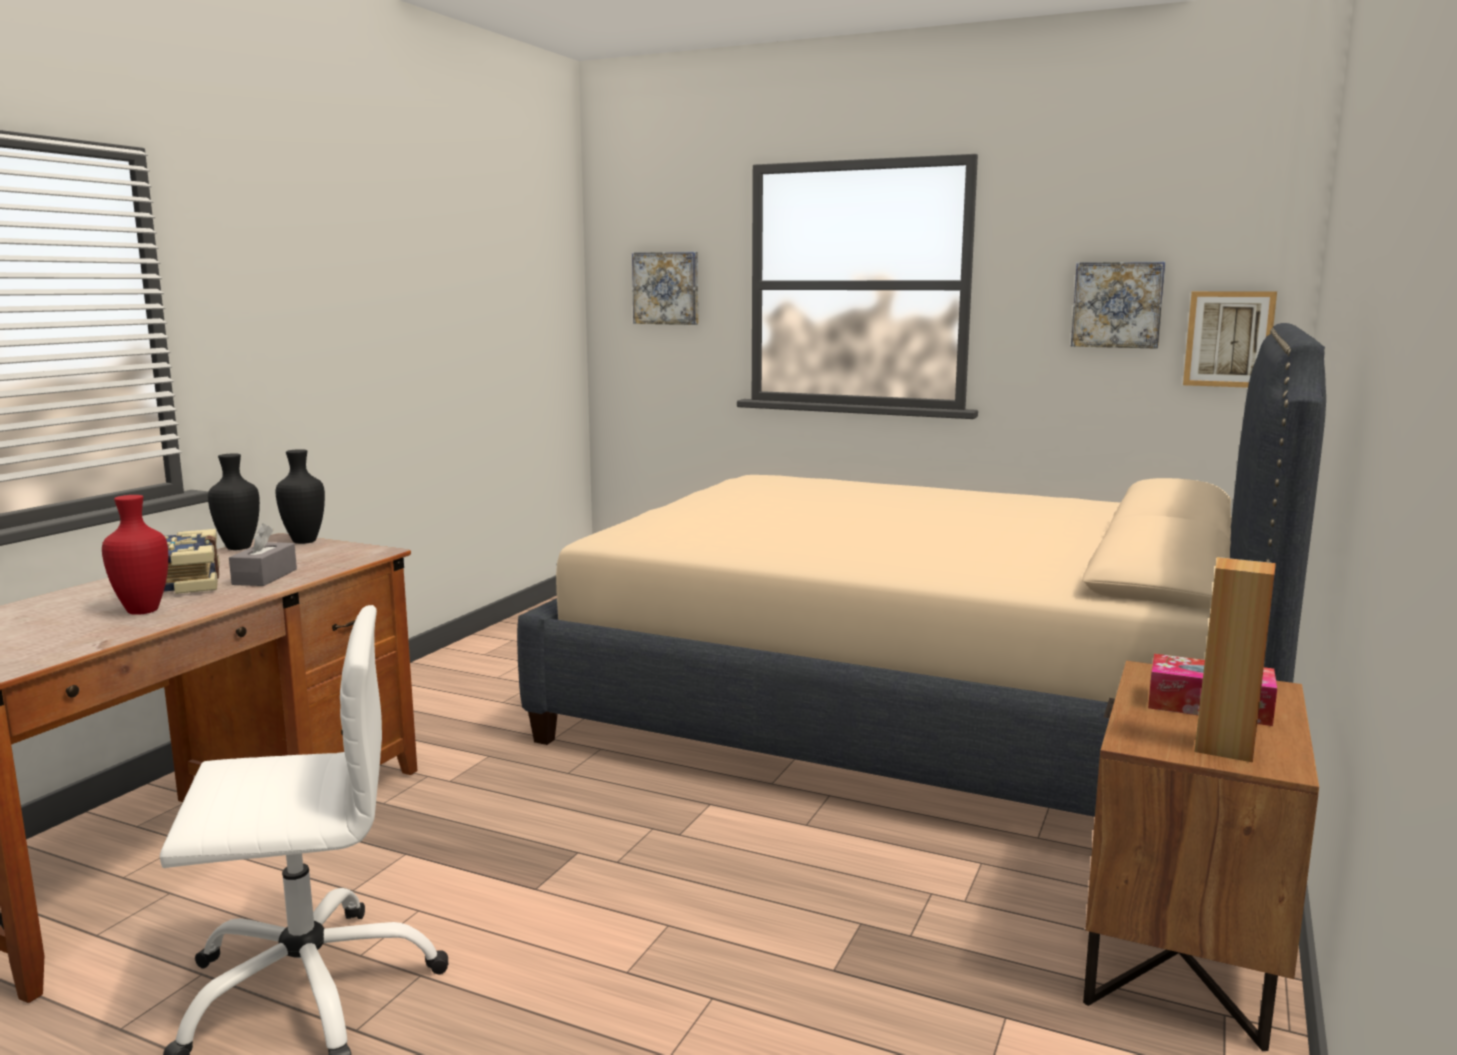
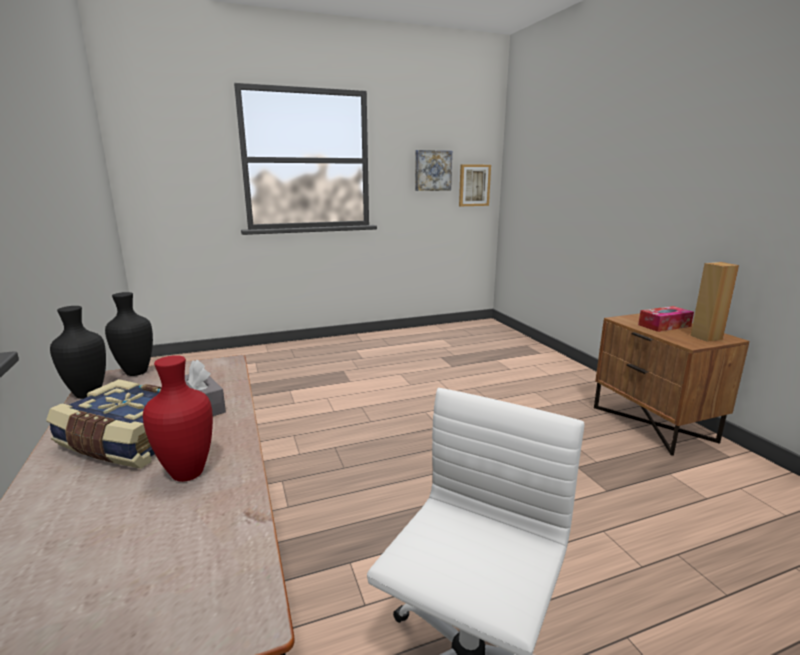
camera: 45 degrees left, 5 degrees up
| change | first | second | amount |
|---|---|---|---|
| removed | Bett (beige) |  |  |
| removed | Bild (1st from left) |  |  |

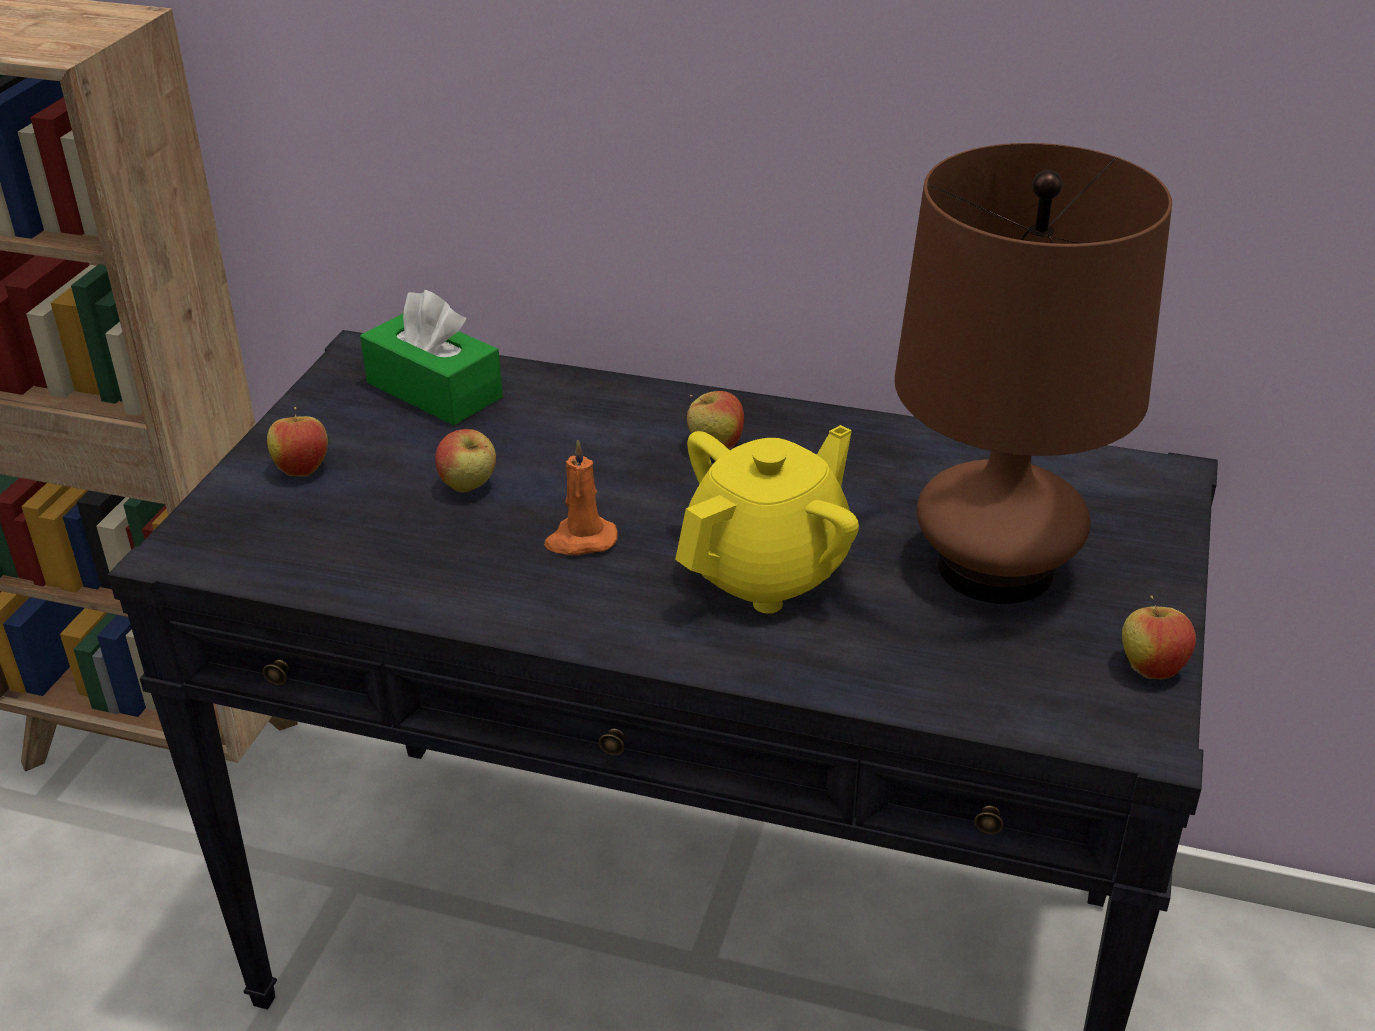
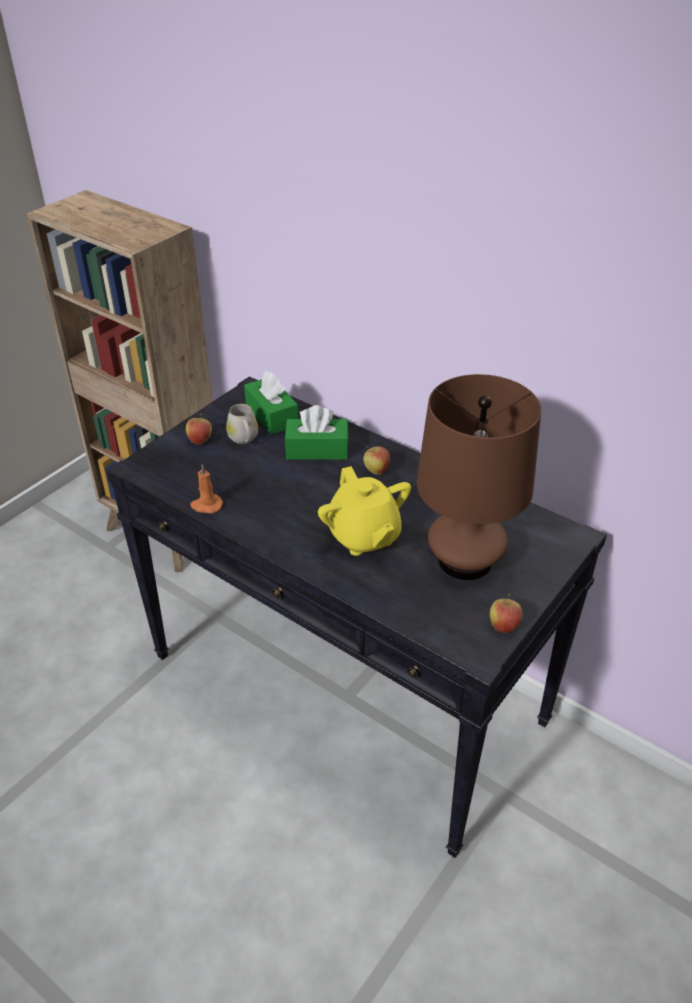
camera: 20 degrees right, 5 degrees up
| change | first | second | amount |
|---|---|---|---|
| removed | Apfel (2nd from left) |  |  |
| moved | Kerze (orange) |  |  |
| turned | Teekanne (gelb) |  | 90 degrees clockwise |
| added |  | Henkelbecher (weiß) |  |
| added |  | Taschentuchbox (grün) (2nd from left) |  |

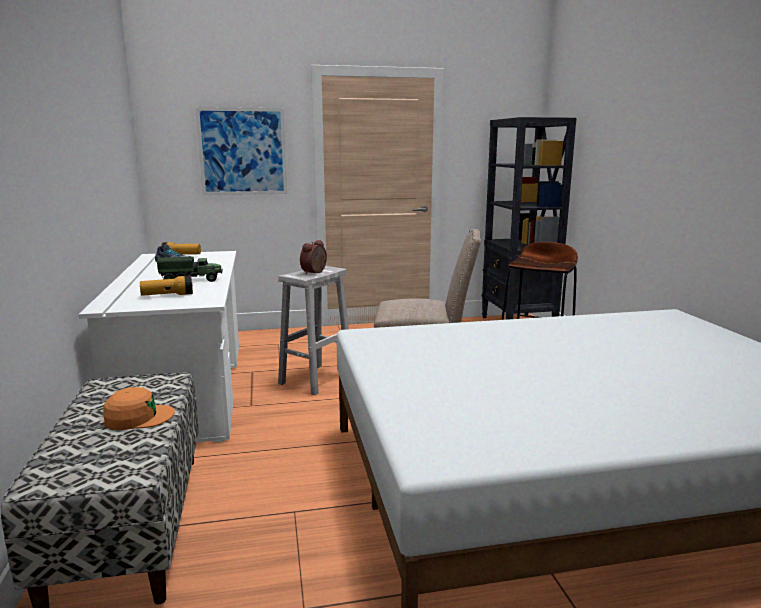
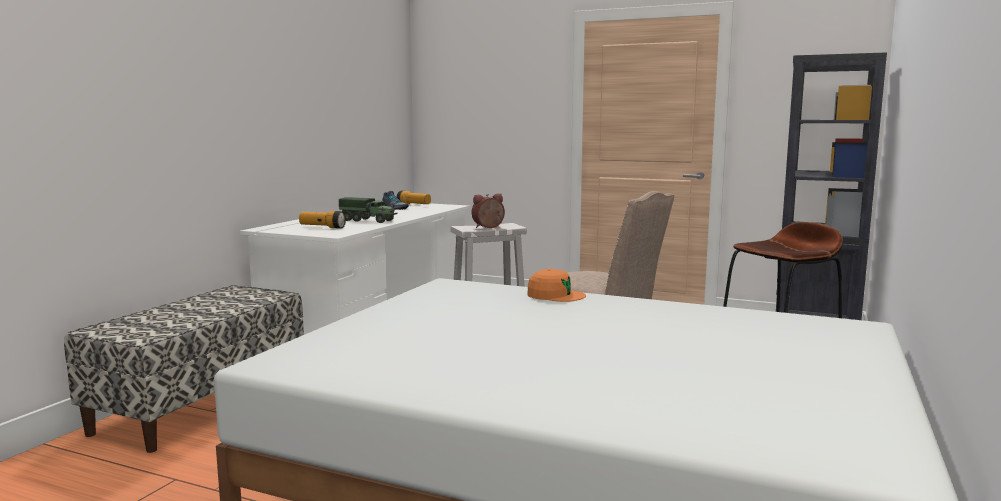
camera: 35 degrees right, 5 degrees down
| change | first | second | amount |
|---|---|---|---|
| moved | Kappe (orange) |  |  |
| removed | Bild |  |  |

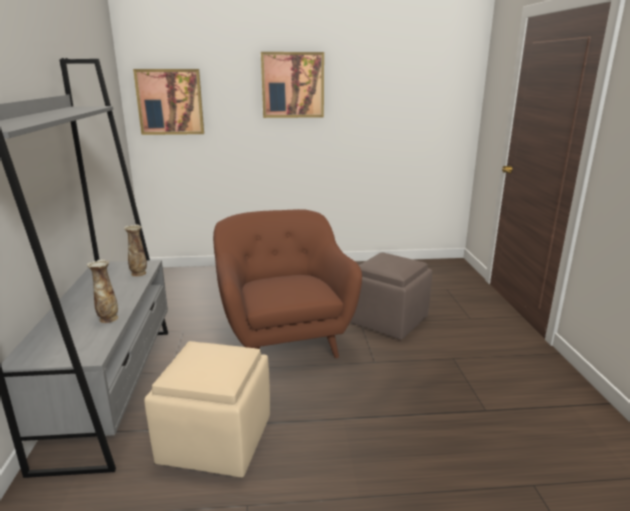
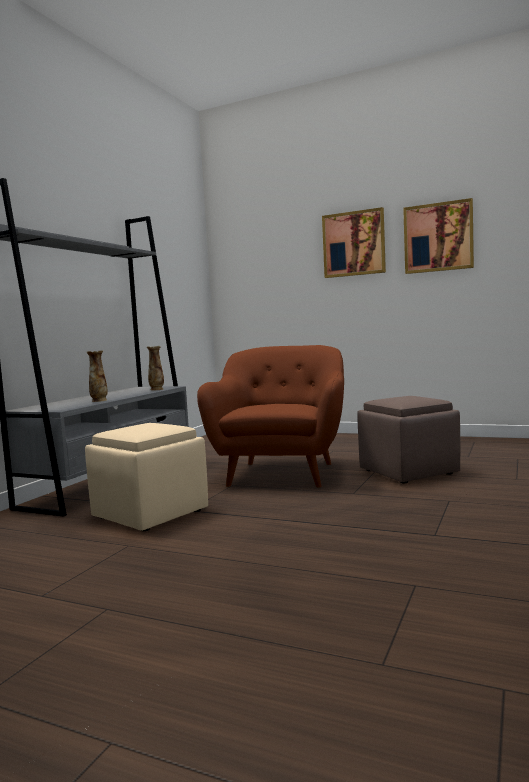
camera: 30 degrees right, 15 degrees down
| change | first | second | amount |
|---|---|---|---|
| moved | Bild (1st from left in the first image) | Bild (2nd from left) |  |

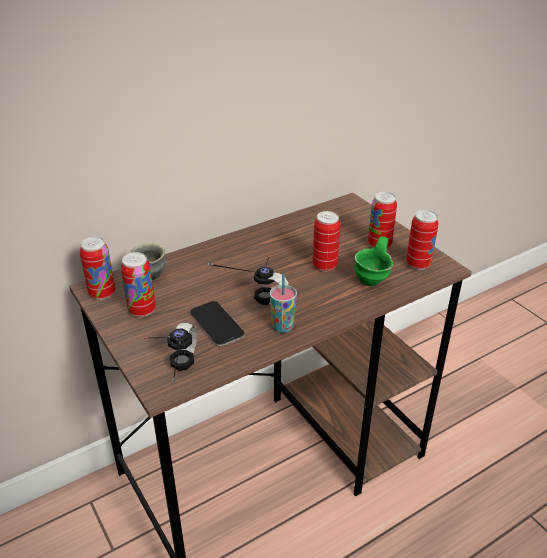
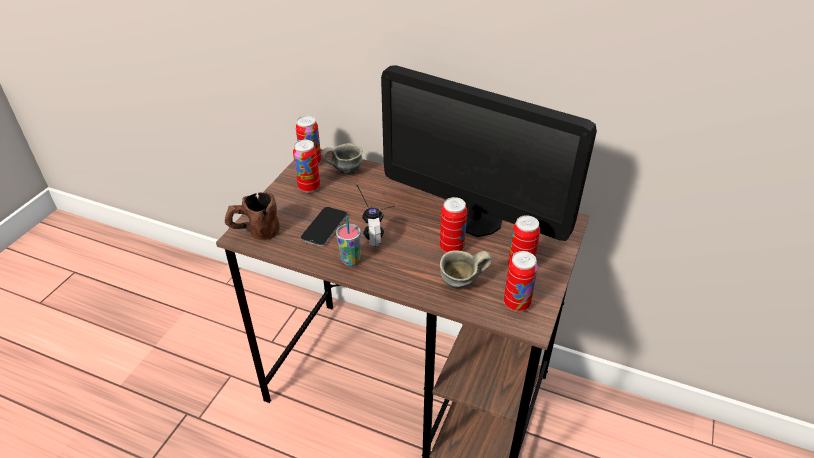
camera: 55 degrees right, 5 degrees up
| change | first | second | amount |
|---|---|---|---|
| replaced | Kopfhörer (1st from left) | Henkelbecher (braun) |  |
| recoloured | Henkelbecher (grün) | Henkelbecher (grau) (2nd from left) |  |
| added |  | Monitor |  |

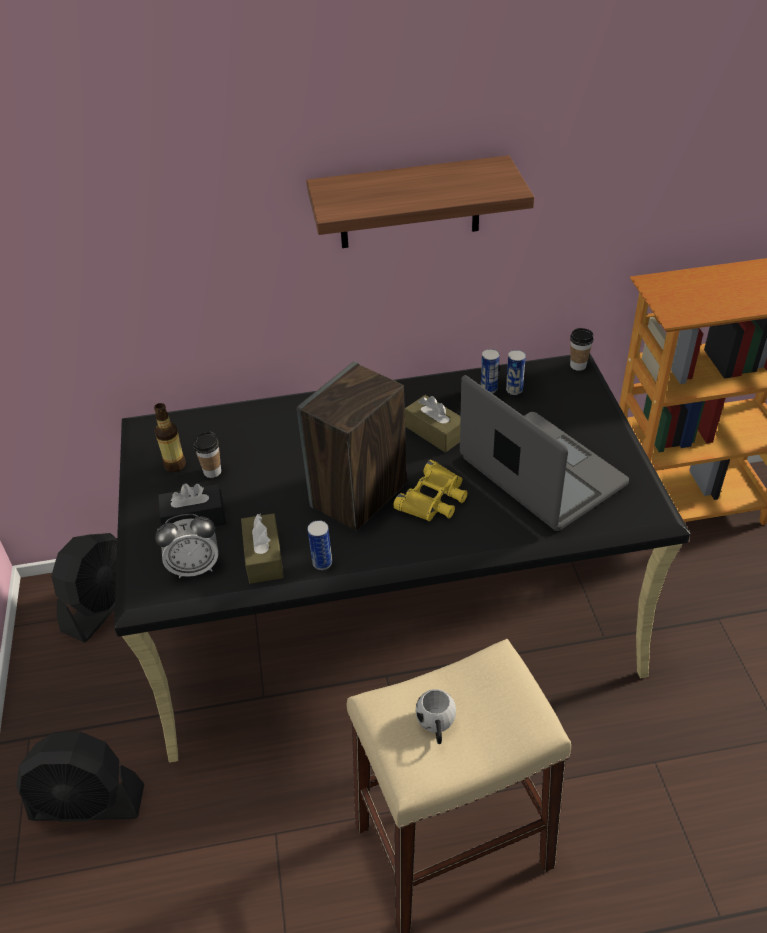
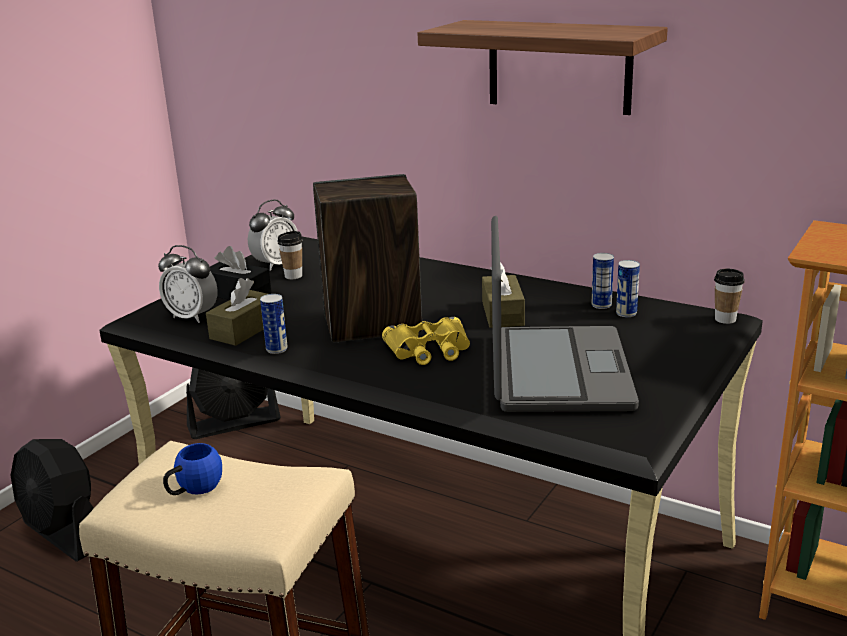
camera: 40 degrees right, 20 degrees down
| change | first | second | amount |
|---|---|---|---|
| replaced | Flasche | Wecker (2nd from left) |  |
| recoloured | Henkelbecher (weiß) | Henkelbecher (blau) |  |

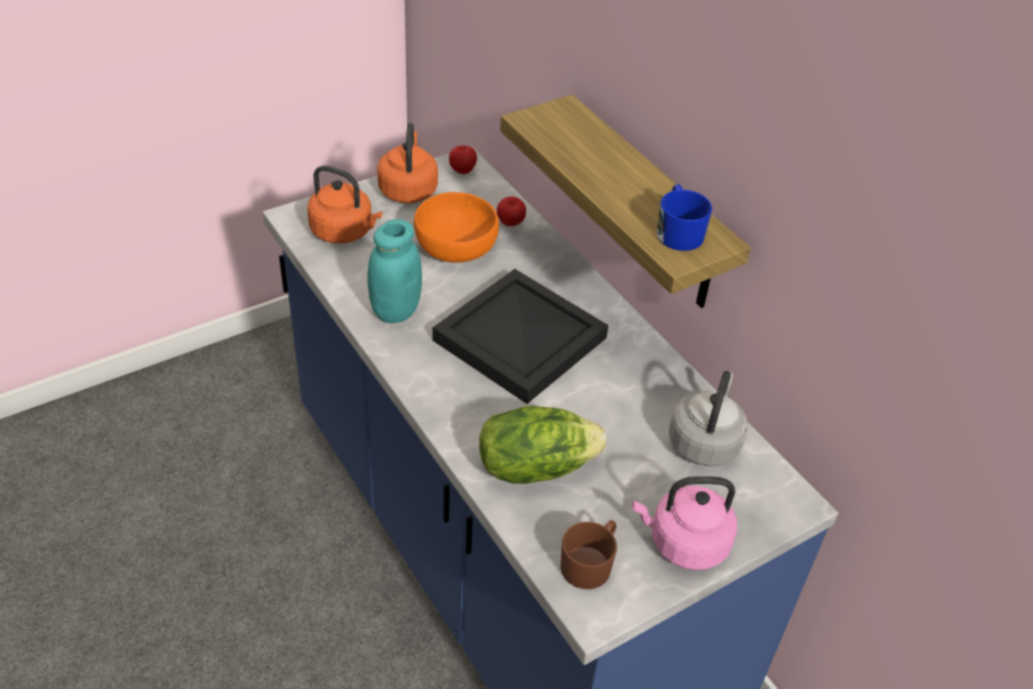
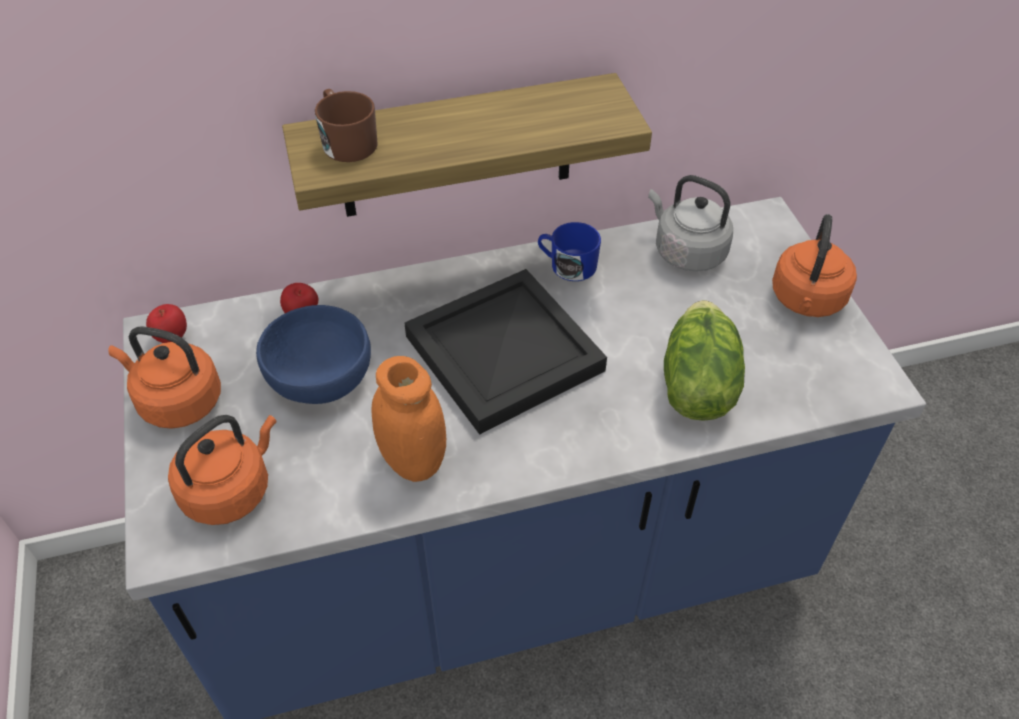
camera: 70 degrees left, 5 degrees up
| change | first | second | amount |
|---|---|---|---|
| recoloured | Vorratsglas (türkis) | Vorratsglas (orange) |  |
| recoloured | Schüssel (orange) | Schüssel (blau) |  |
| moved | Henkelbecher (braun) |  |  |
| recoloured | Wasserkessel (rosa) | Wasserkessel (orange) (3rd from left) |  |
| moved | Henkelbecher (blau) |  |  |

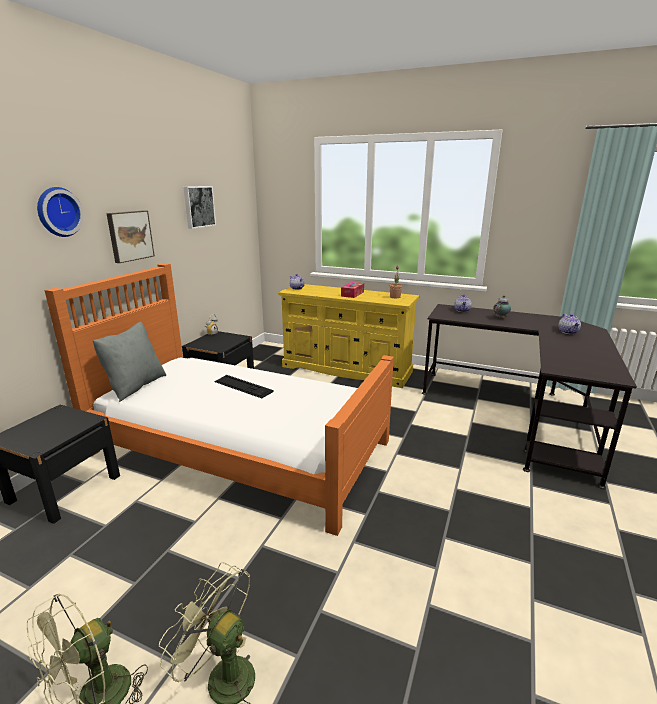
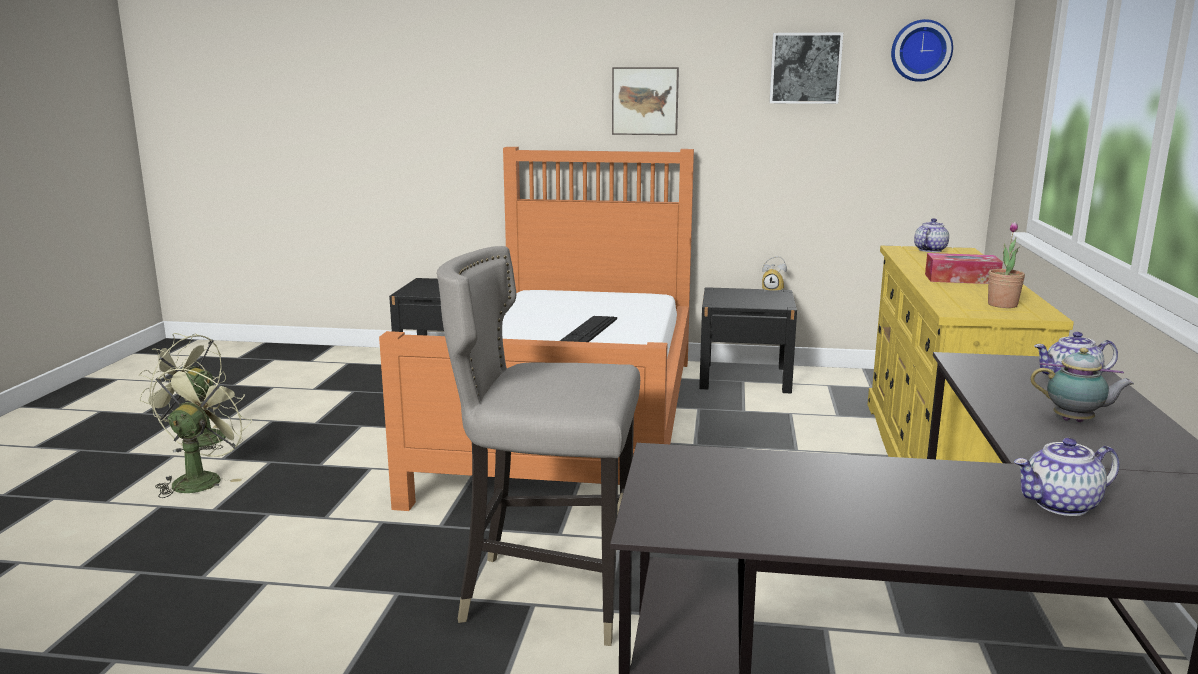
camera: 75 degrees right, 5 degrees down
| change | first | second | amount |
|---|---|---|---|
| moved | Wanduhr |  |  |
| removed | Kissen (grau) |  |  |
| added |  | Hocker (grau) |  |

